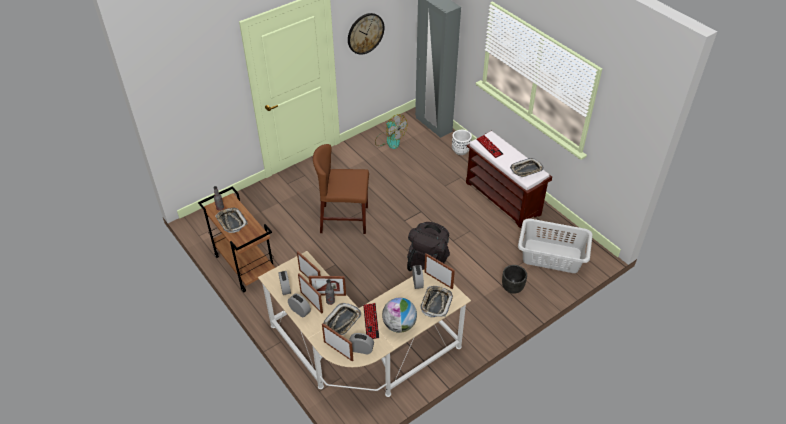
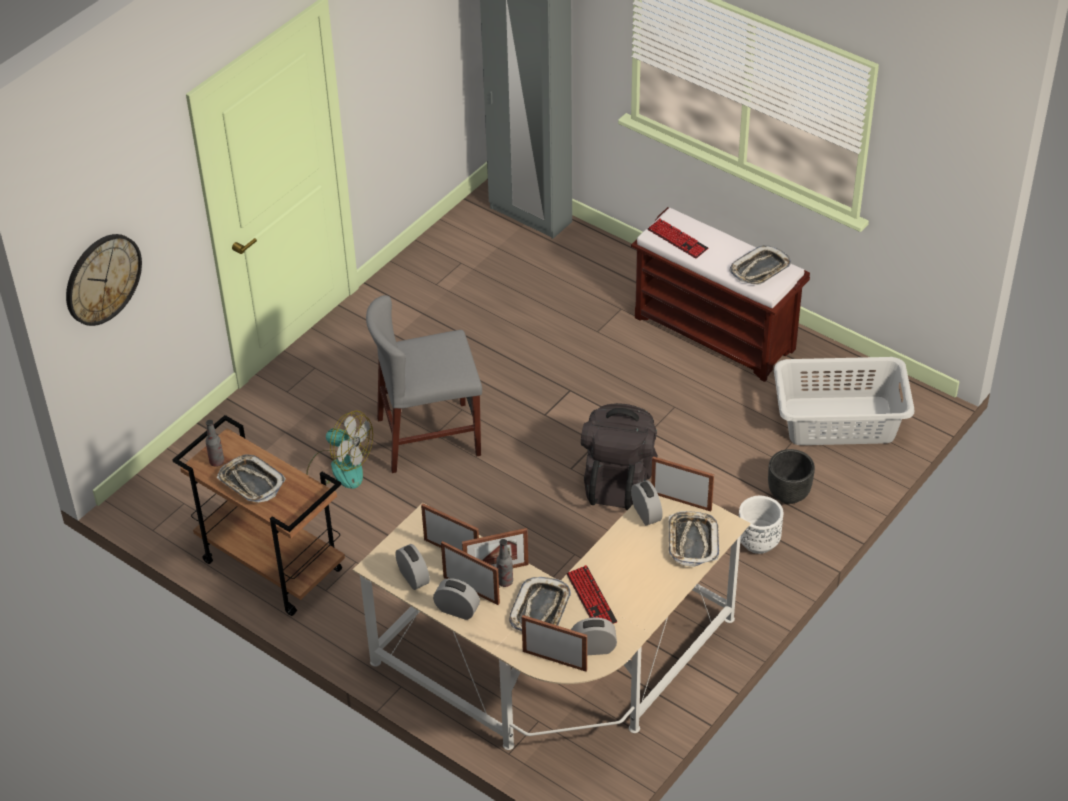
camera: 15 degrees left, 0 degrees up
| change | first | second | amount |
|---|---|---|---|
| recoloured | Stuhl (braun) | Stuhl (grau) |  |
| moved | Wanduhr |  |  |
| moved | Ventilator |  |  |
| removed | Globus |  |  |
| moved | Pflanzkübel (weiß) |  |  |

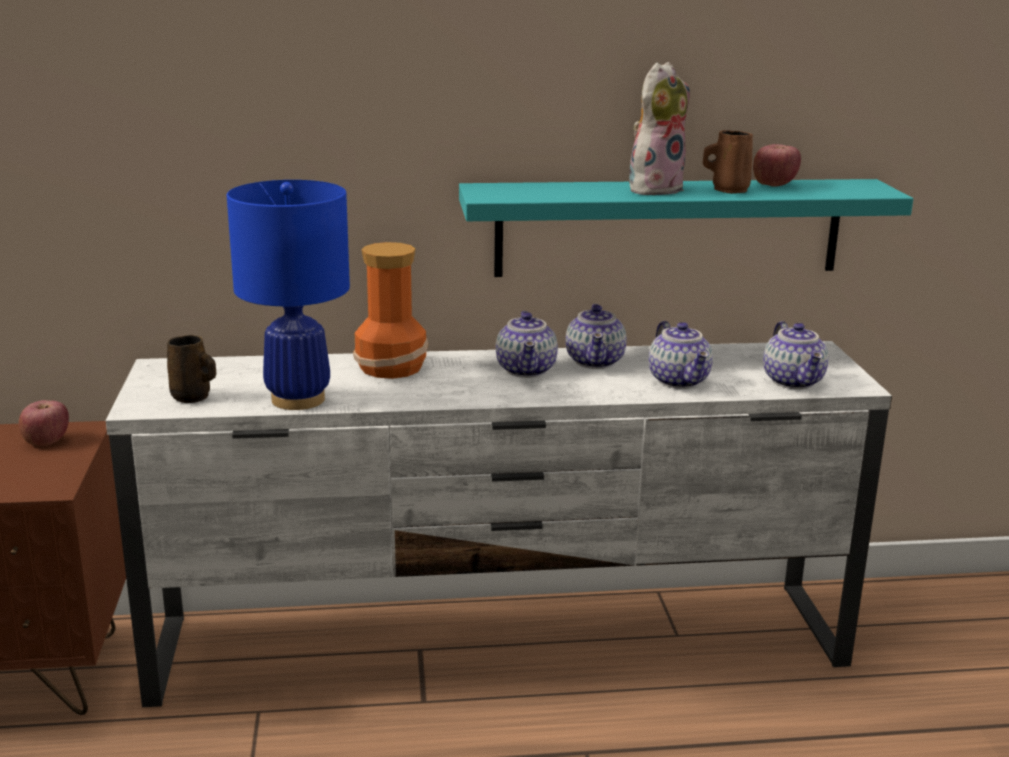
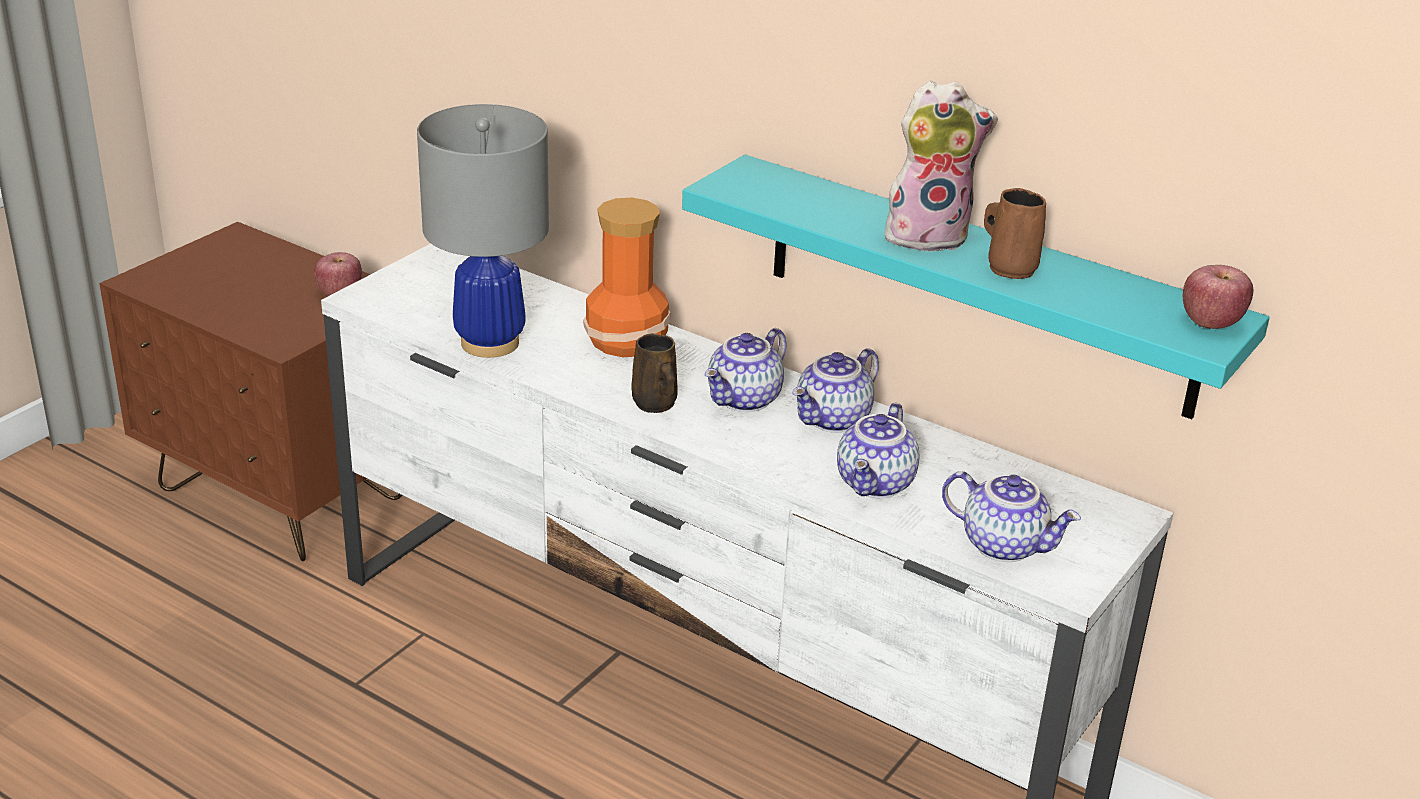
camera: 40 degrees right, 10 degrees up
| change | first | second | amount |
|---|---|---|---|
| moved | Henkelbecher (braun) (1st from left) |  |  |
| recoloured | Tischlampe (blau) | Tischlampe (grau) |  |
| moved | Apfel (2nd from left) |  |  |
| turned | Teekanne (4th from left) |  | 90 degrees counterclockwise |

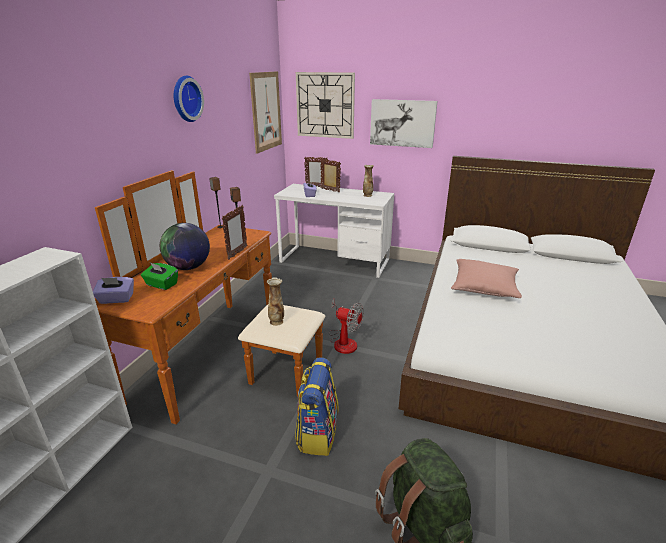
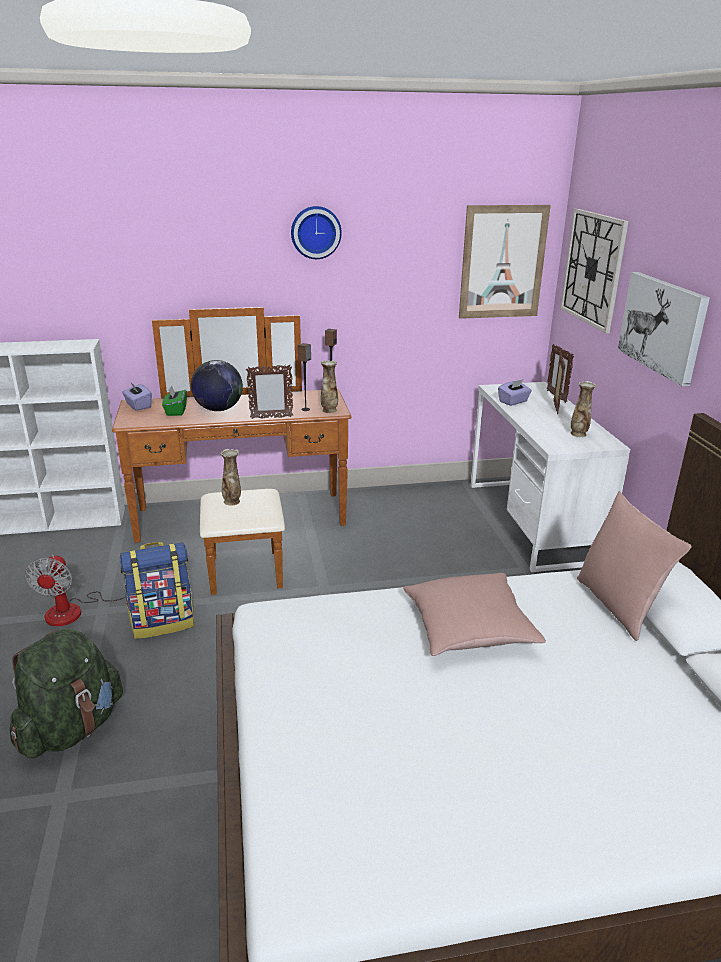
camera: 60 degrees right, 0 degrees up
| change | first | second | amount |
|---|---|---|---|
| moved | Ventilator |  |  |
| added |  | Vase (2nd from left) |  |
| added |  | Kissen (rosa) (2nd from left) |  |

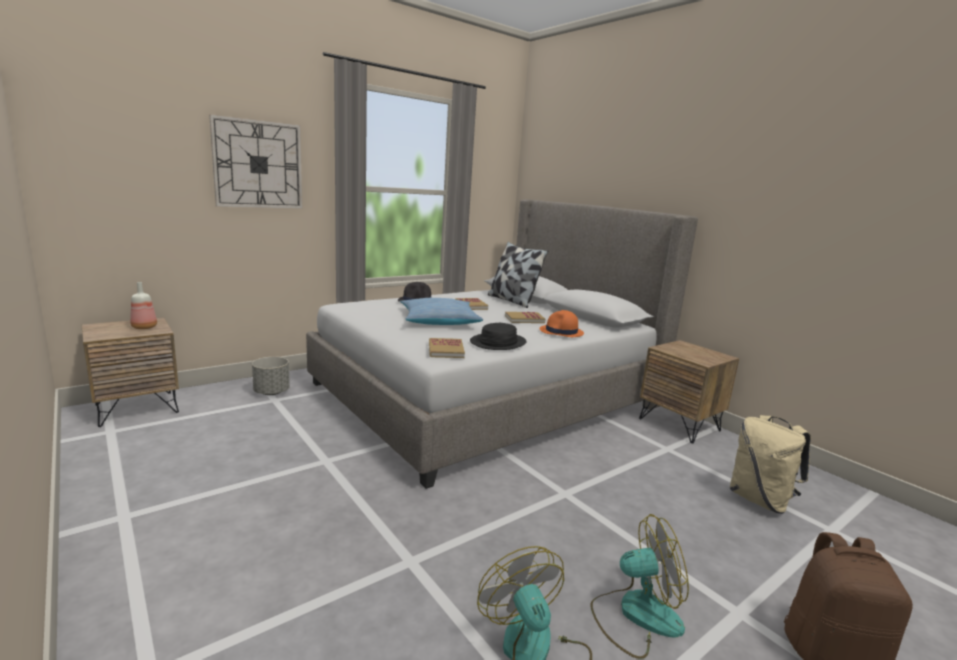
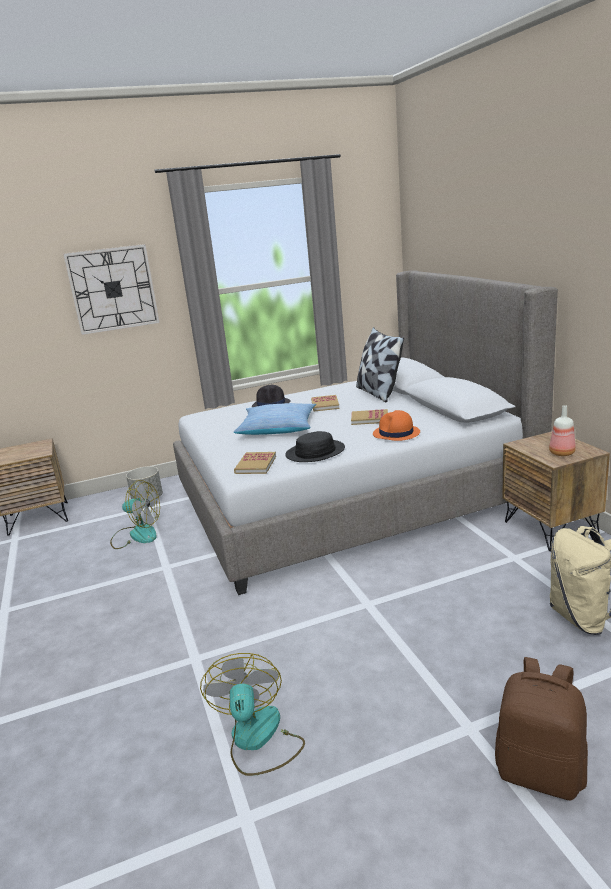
camera: 20 degrees right, 5 degrees up
| change | first | second | amount |
|---|---|---|---|
| moved | Flasche |  |  |
| moved | Ventilator (2nd from left in the first image) | Ventilator (1st from left) |  |

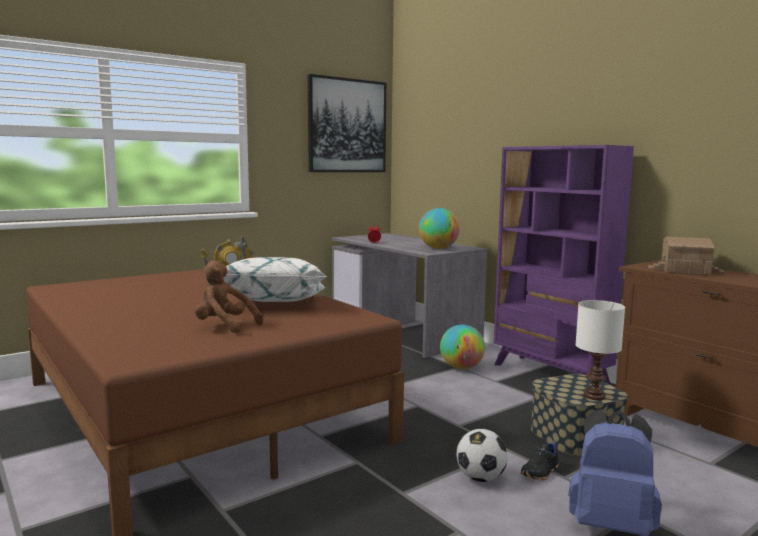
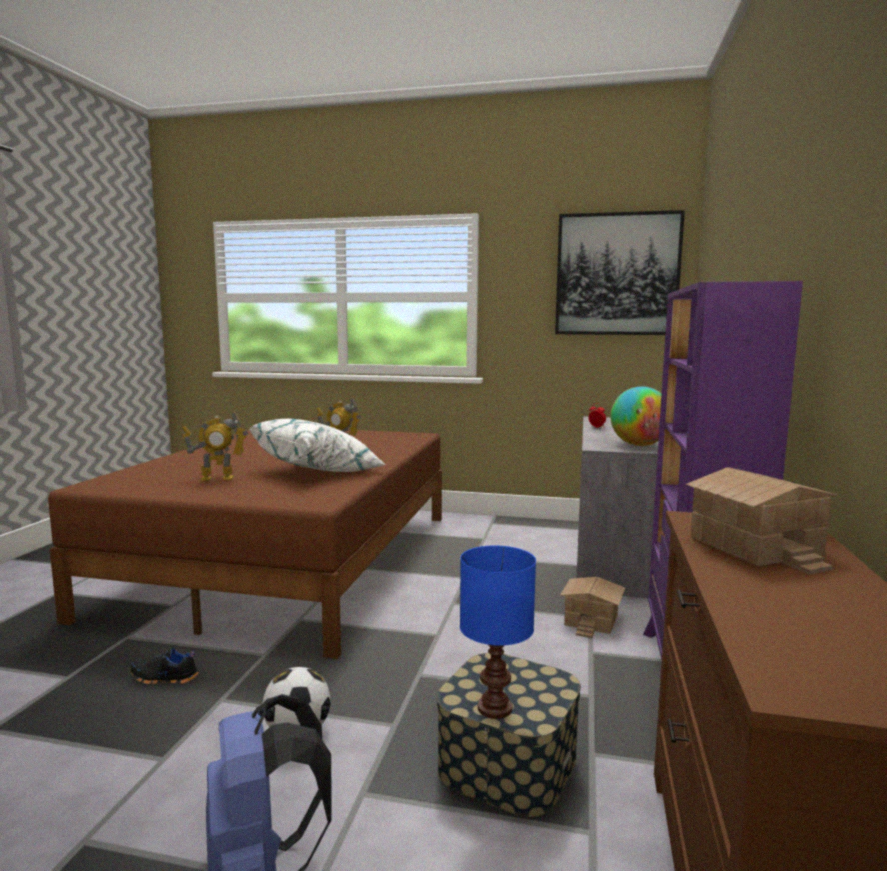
camera: 50 degrees right, 0 degrees up
| change | first | second | amount |
|---|---|---|---|
| replaced | Plüschtier (braun) | Spielzeugroboter (1st from left) |  |
| replaced | Globus (2nd from left) | Spielzeughaus (1st from left) |  |
| moved | Schuh (schwarz) |  |  |
| recoloured | Tischlampe (weiß) | Tischlampe (blau) |  |

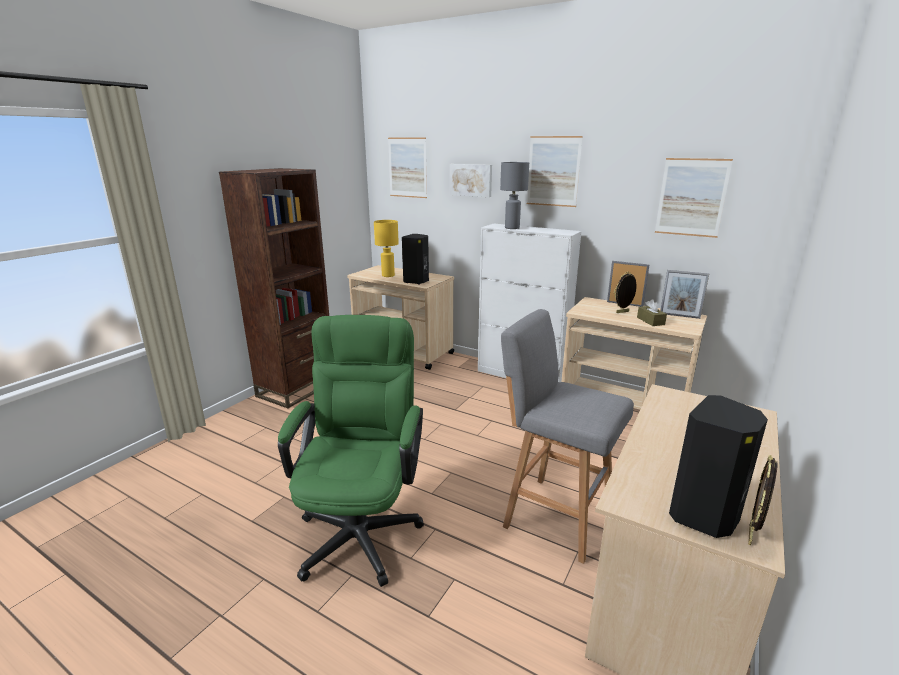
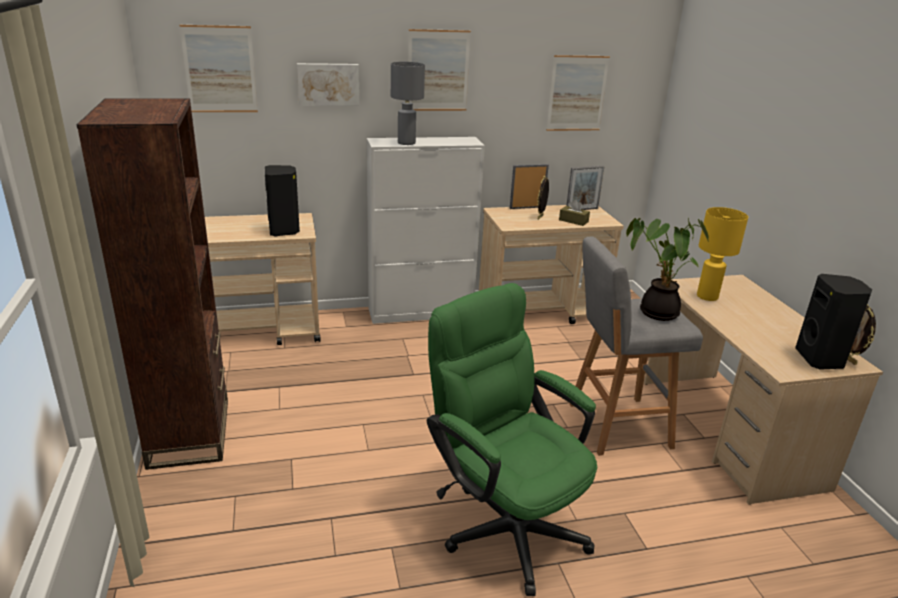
camera: 45 degrees left, 5 degrees up
| change | first | second | amount |
|---|---|---|---|
| moved | Tischlampe (gelb) |  |  |
| added |  | Topfpflanze |  |

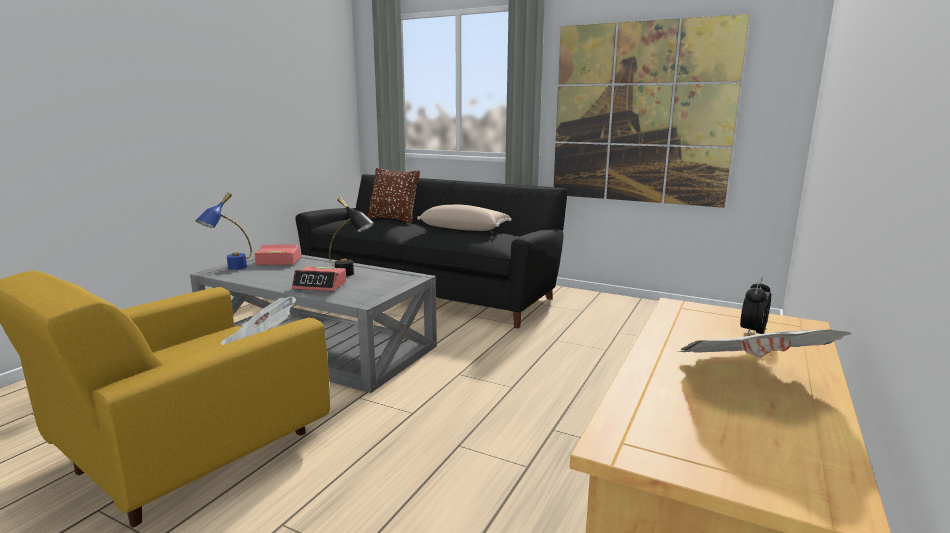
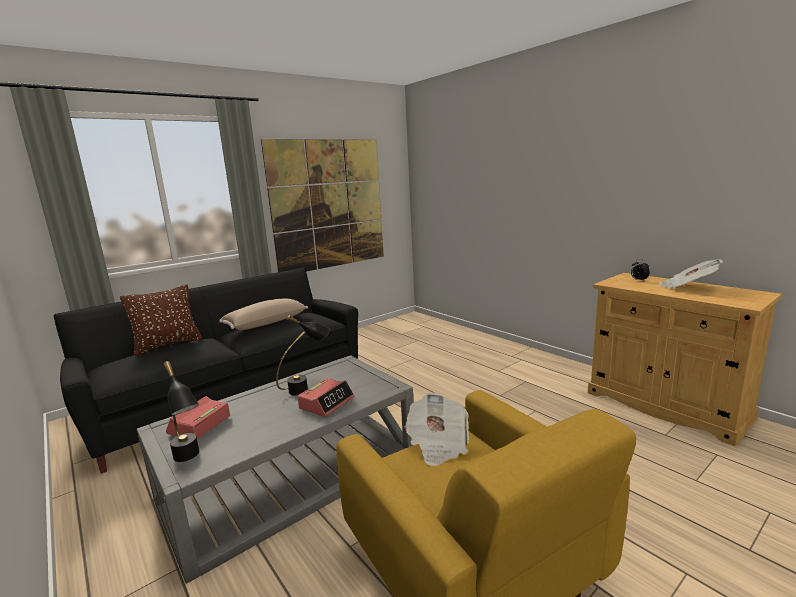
camera: 65 degrees left, 0 degrees up
| change | first | second | amount |
|---|---|---|---|
| recoloured | Tischlampe (blau) | Tischlampe (schwarz) (1st from left) |  |

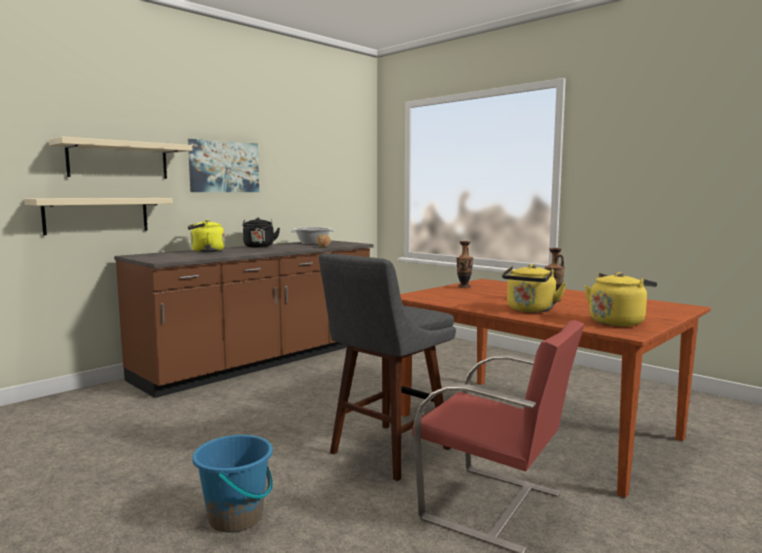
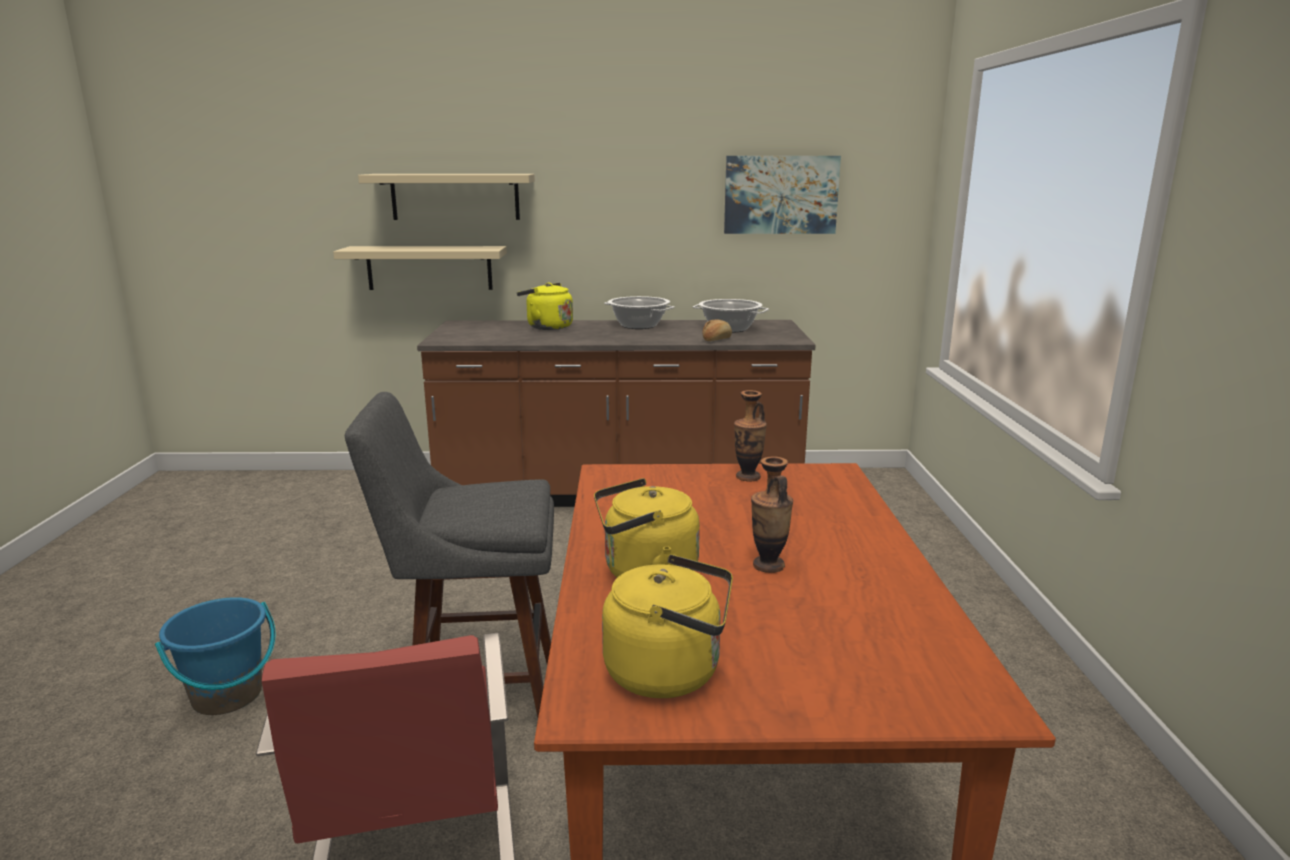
camera: 45 degrees right, 10 degrees up
| change | first | second | amount |
|---|---|---|---|
| moved | Bild |  |  |
| replaced | Wasserkessel (schwarz) | Kochtopf (1st from left) |  |

